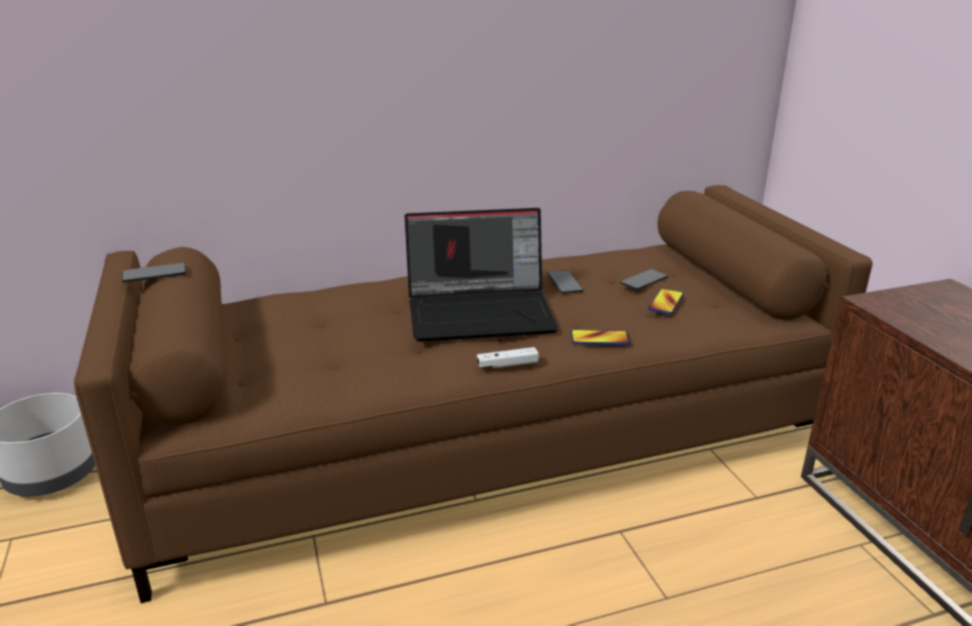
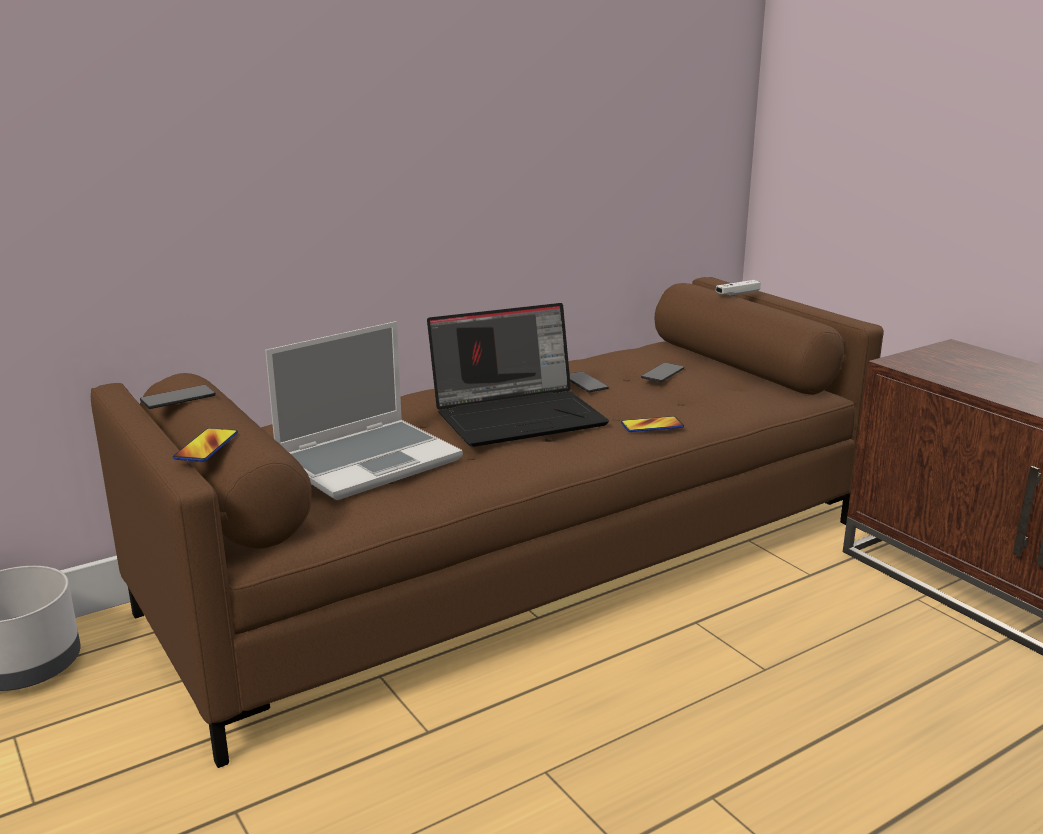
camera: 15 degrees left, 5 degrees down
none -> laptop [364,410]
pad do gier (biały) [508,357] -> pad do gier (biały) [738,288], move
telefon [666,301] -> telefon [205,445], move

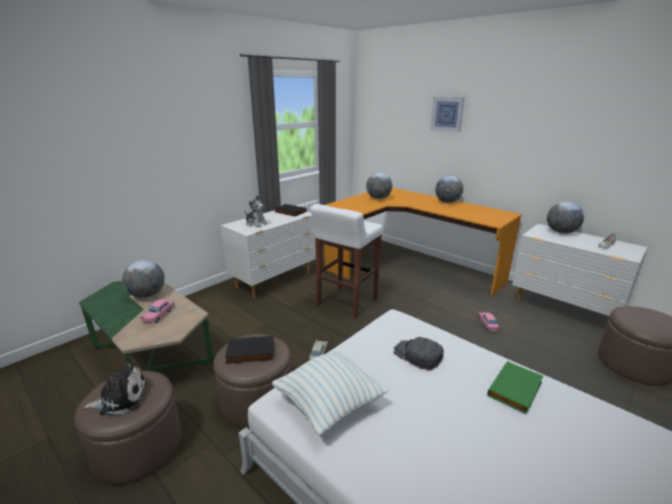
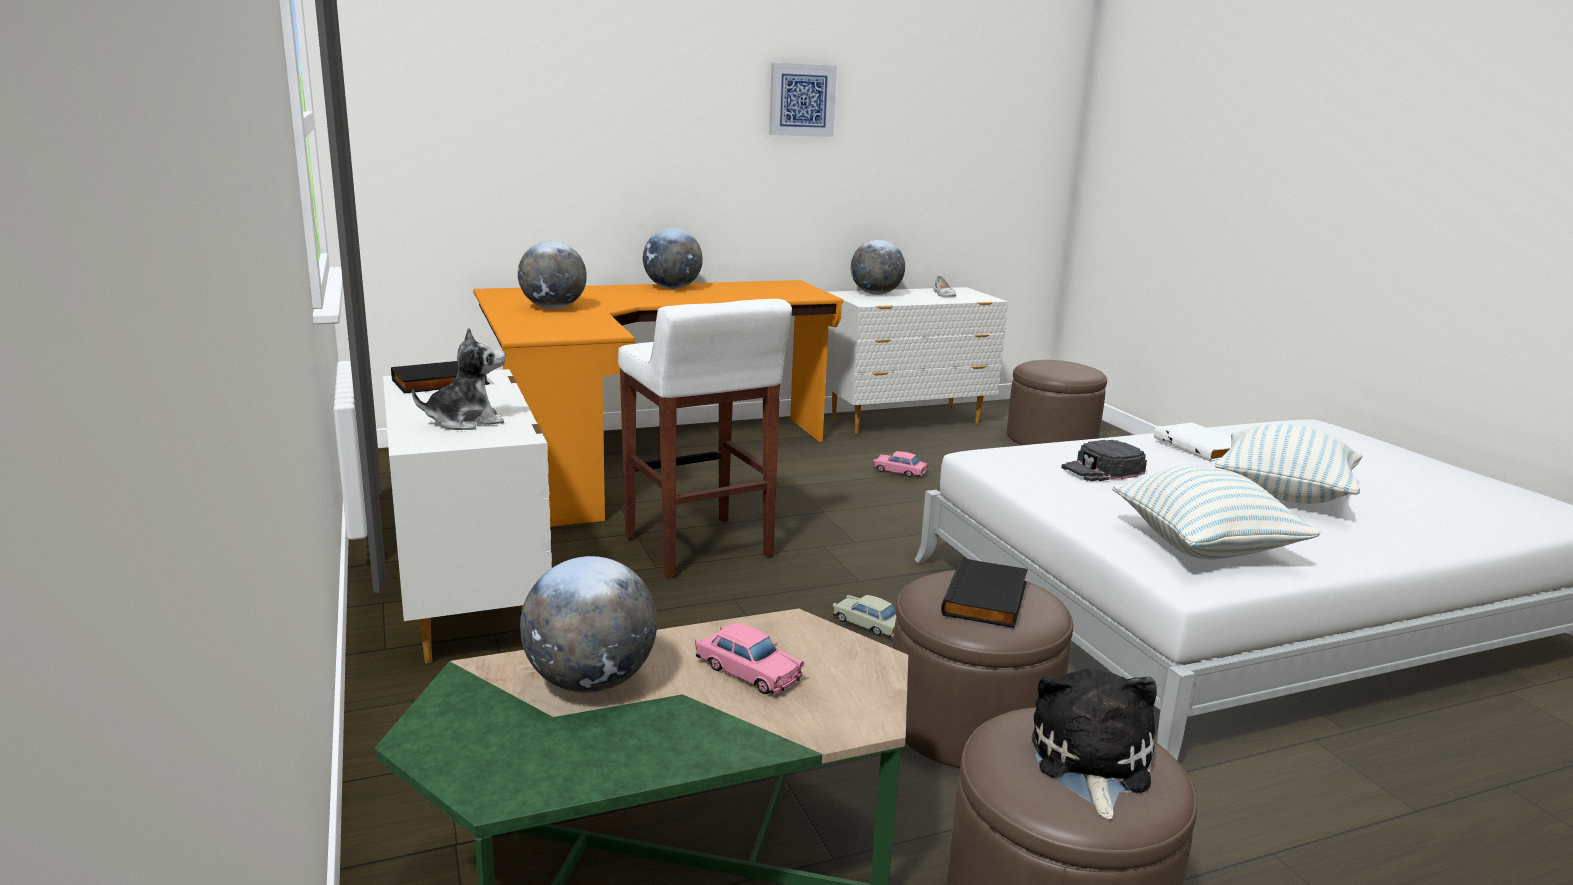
camera: 65 degrees left, 5 degrees down
none -> poduszka [1288,463]
obraz [447,114] -> obraz [803,100], move
książka (zielony) [515,387] -> książka (biały) [1192,442]

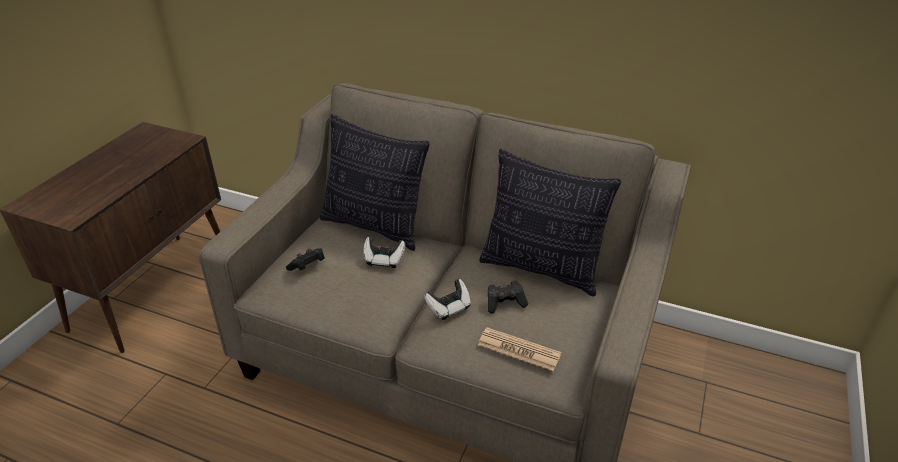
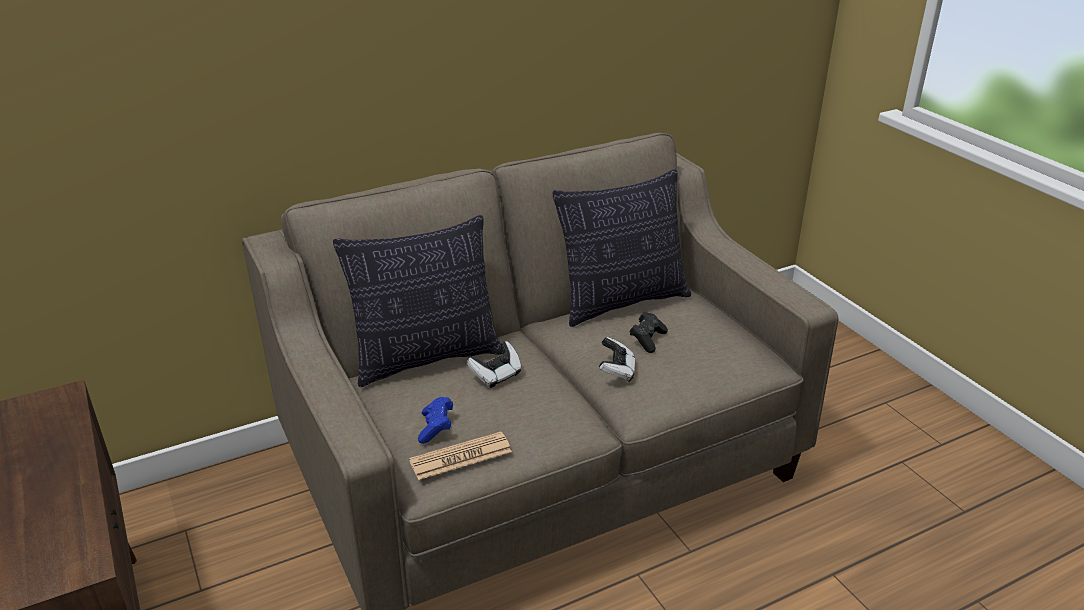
camera: 50 degrees left, 5 degrees down
gazeta [519,349] -> gazeta [460,456], move
pad do gier (czarny) [305,259] -> pad do gier (niebieski) [435,420]

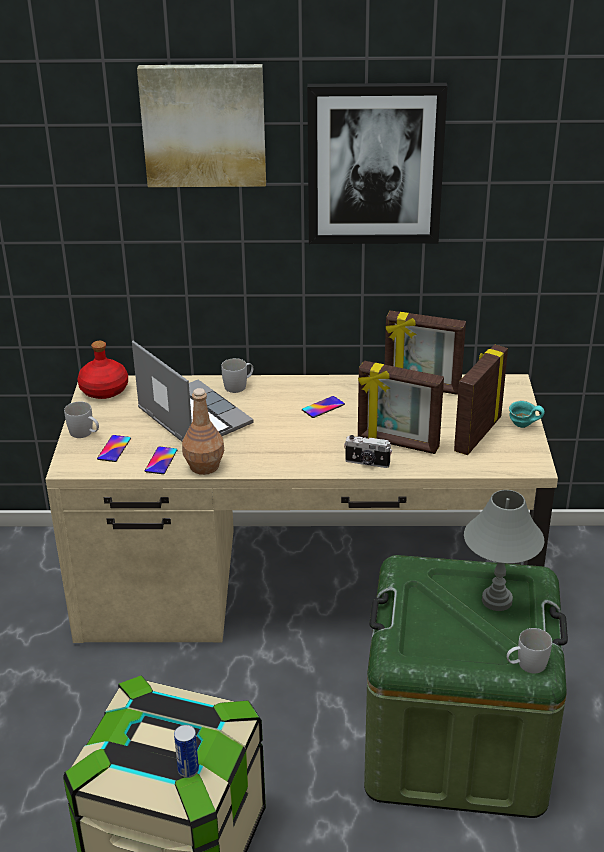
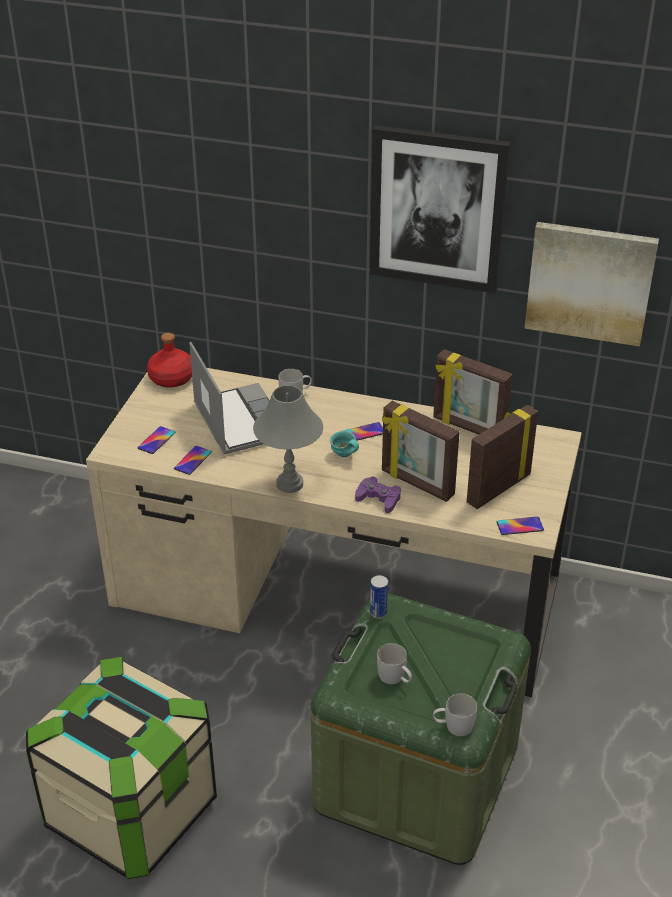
camera: 15 degrees right, 5 degrees up
butelka (brązowy) [203,431] -> none
none -> telefon [520,526]
kubek (biały) [81,420] -> kubek (biały) [394,663], move
obraz [201,125] -> obraz [591,284], move
puszka [186,751] -> puszka [379,597], move
lampa stołowa (szary) [504,550] -> lampa stołowa (szary) [288,439], move
kubek (turkusowy) [527,414] -> kubek (turkusowy) [344,444], move
aparat fotograficzny [368,451] -> pad do gier (fioletowy) [378,495]

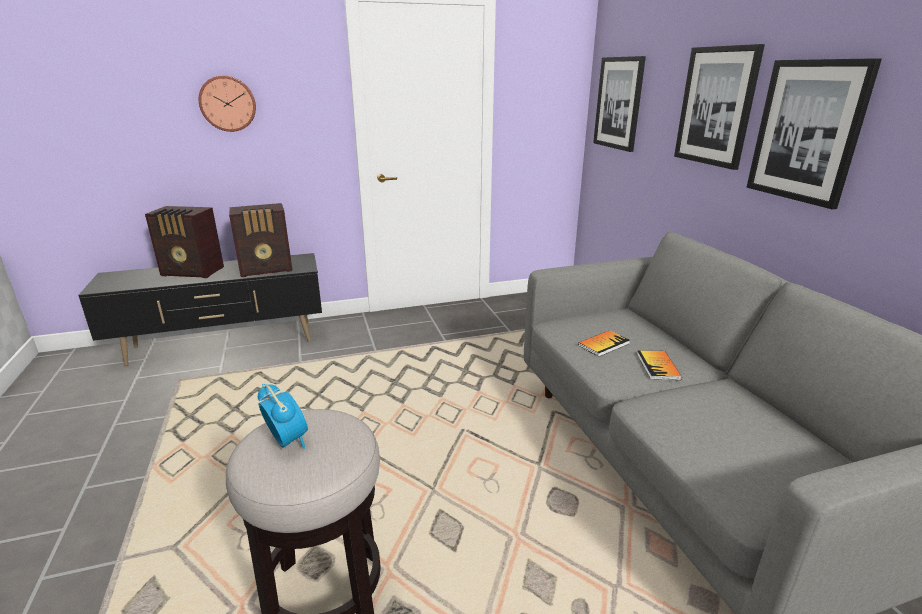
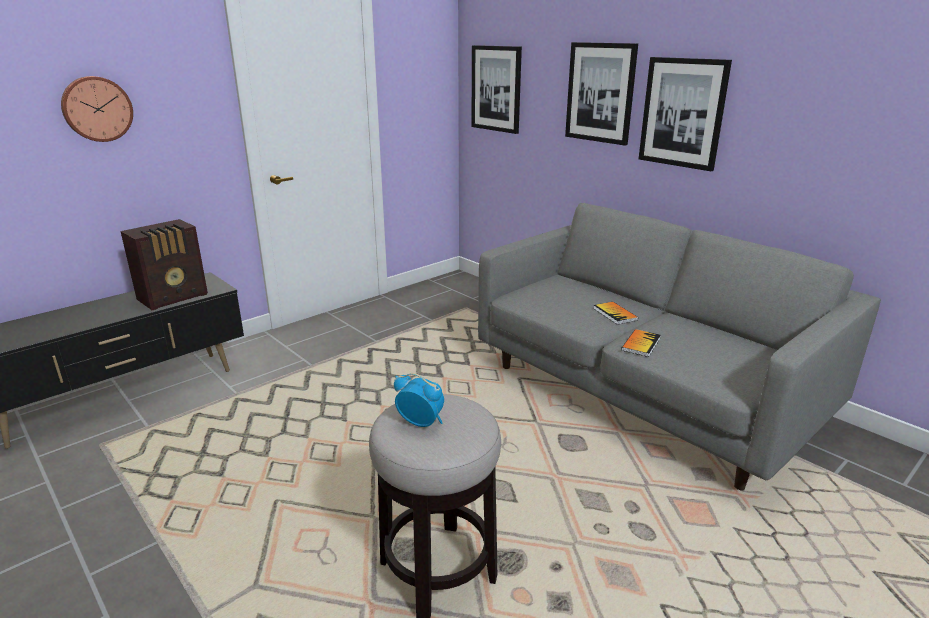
camera: 25 degrees left, 0 degrees up
radio [184,242] -> none
książka [604,343] -> książka [641,343], move

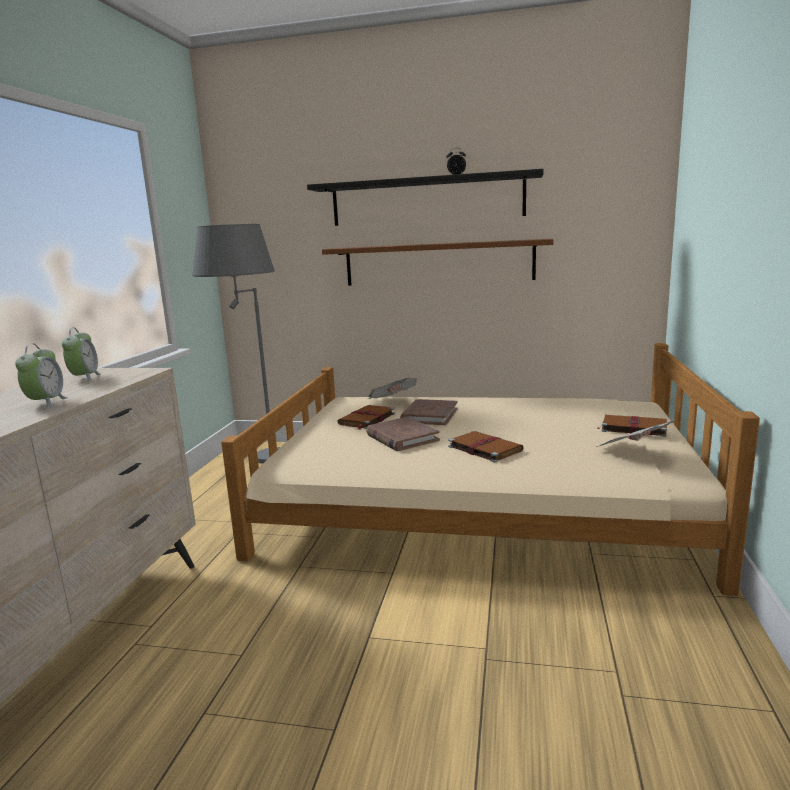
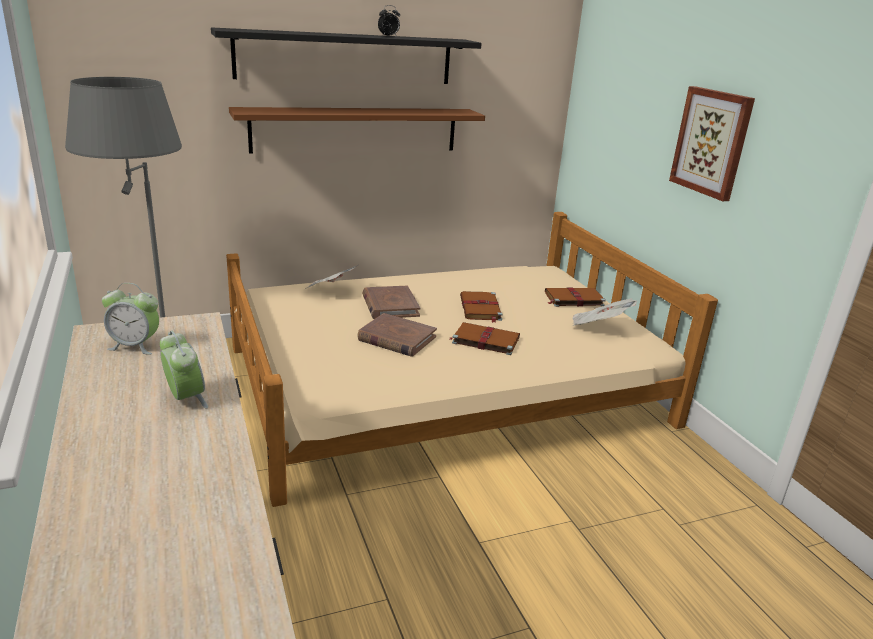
camera: 35 degrees left, 10 degrees up
none -> obraz [712,143]
książka (brązowy) [366,417] -> książka (brązowy) [481,307], move
budzik [81,354] -> budzik [130,319], 135 degrees clockwise

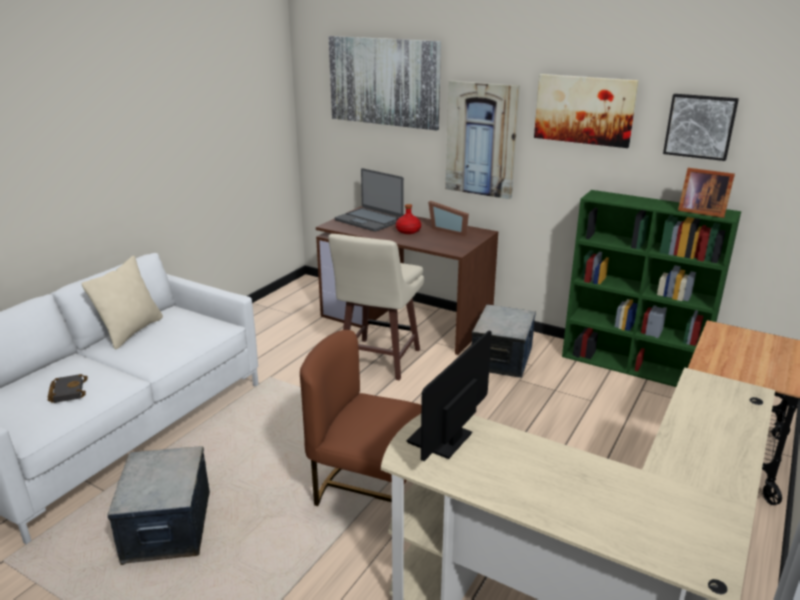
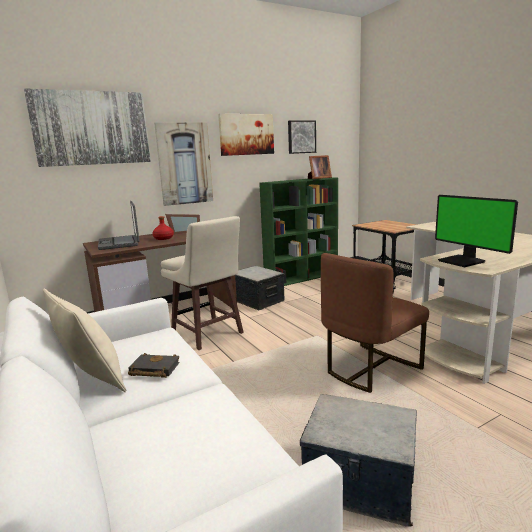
camera: 60 degrees left, 10 degrees down
książka (czarny) [68,388] -> książka (czarny) [154,365], move
laptop [369,200] -> laptop [118,225], 90 degrees clockwise

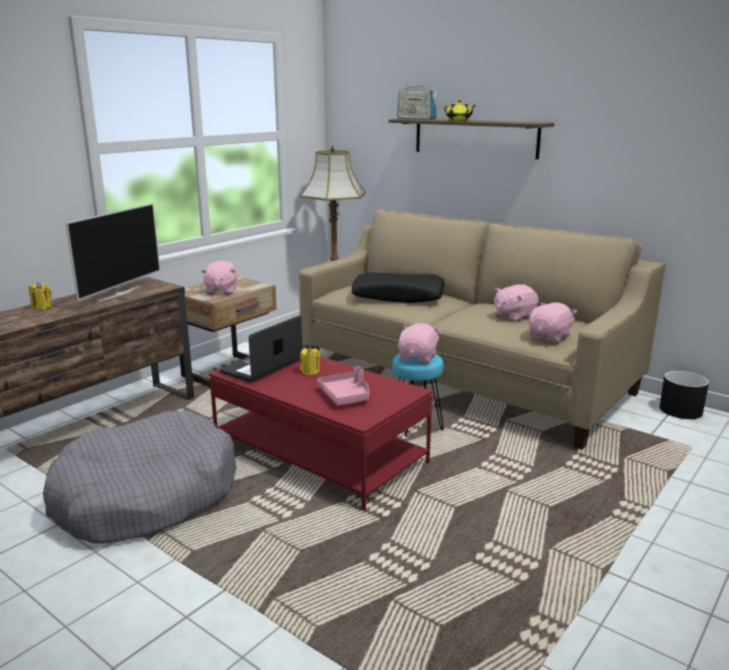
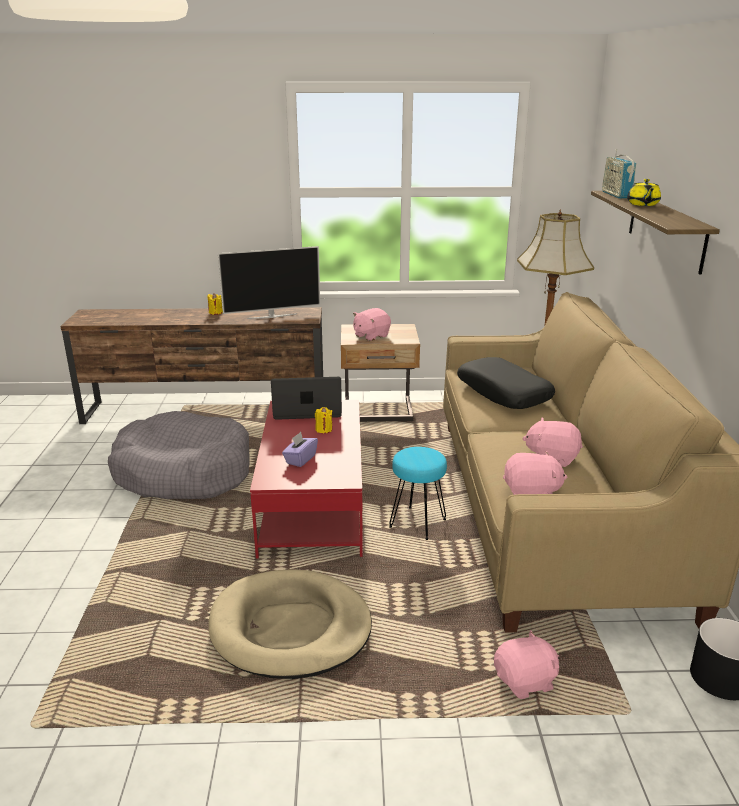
camera: 50 degrees right, 5 degrees up
none -> legowisko (beżowy) [290,624]
pluszak (różowy) [419,343] -> pluszak (różowy) [526,664], move
taca (różowy) [343,386] -> pudełko chusteczek (fioletowy) [300,449]

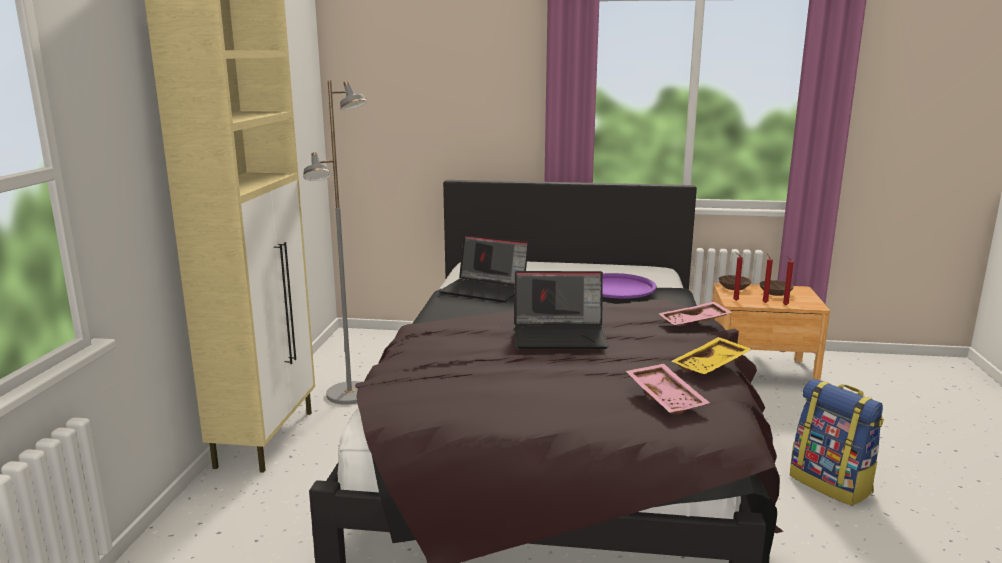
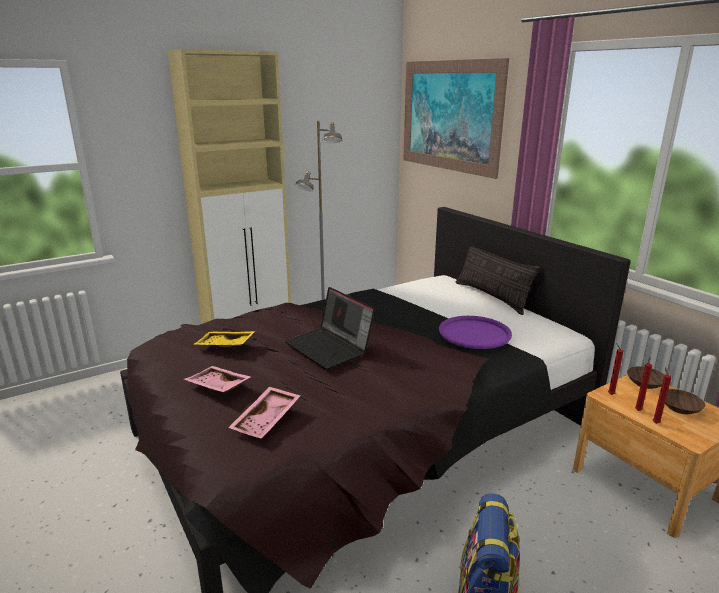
camera: 50 degrees right, 5 degrees up
laptop [484,268] -> none
none -> obraz [456,118]
none -> poduszka [498,281]
taca (różowy) [696,313] -> taca (różowy) [217,379], move
taca (żółty) [711,355] -> taca (żółty) [224,339], move

